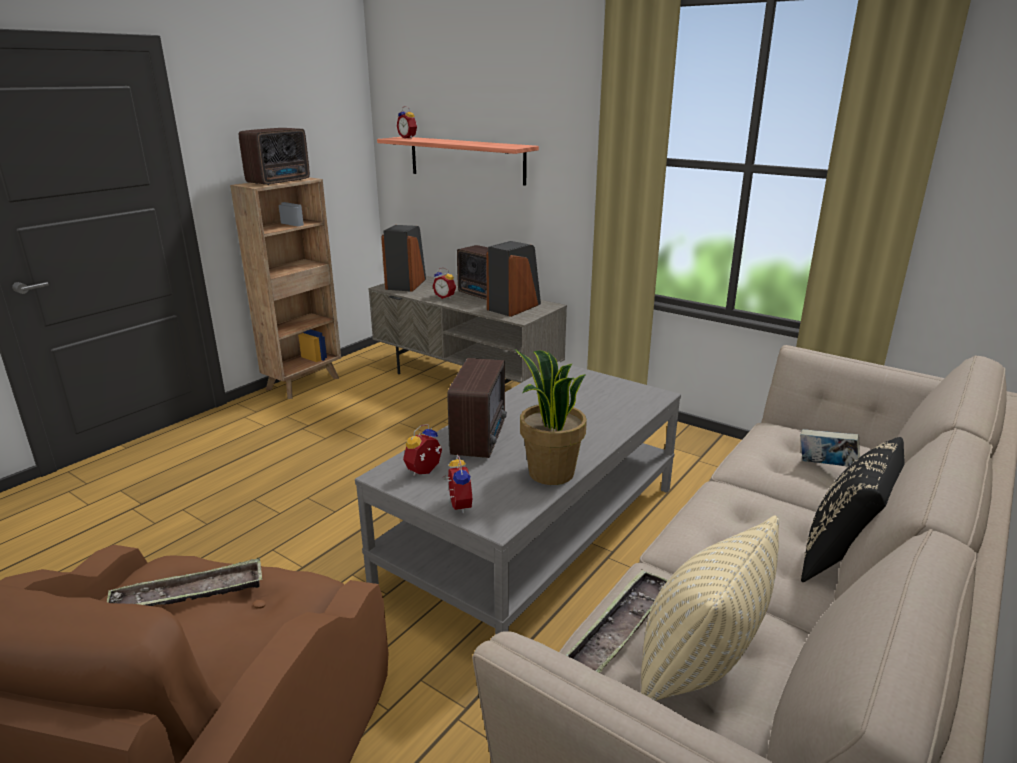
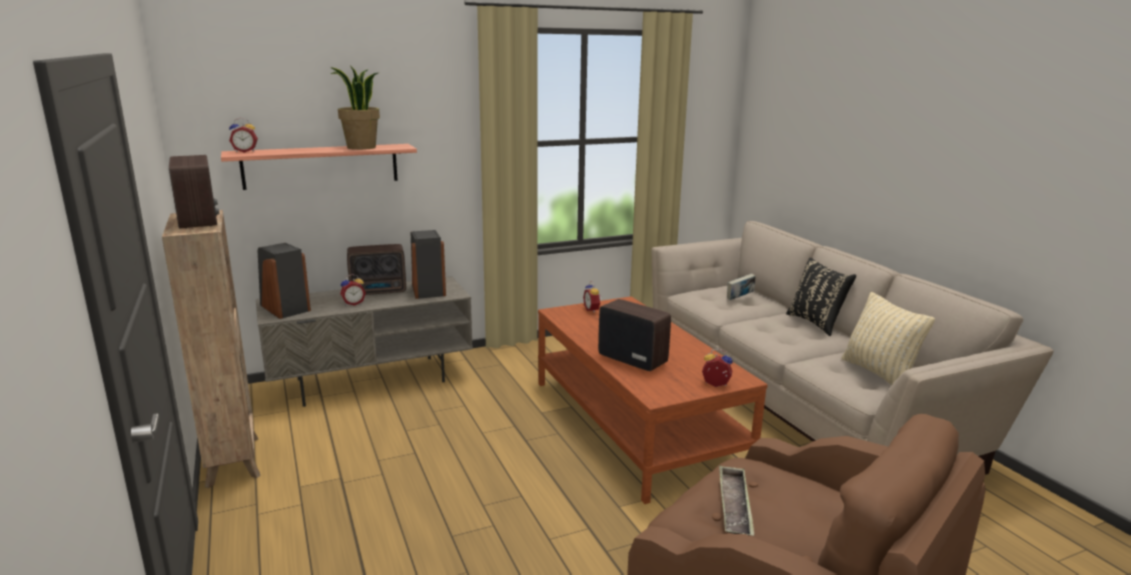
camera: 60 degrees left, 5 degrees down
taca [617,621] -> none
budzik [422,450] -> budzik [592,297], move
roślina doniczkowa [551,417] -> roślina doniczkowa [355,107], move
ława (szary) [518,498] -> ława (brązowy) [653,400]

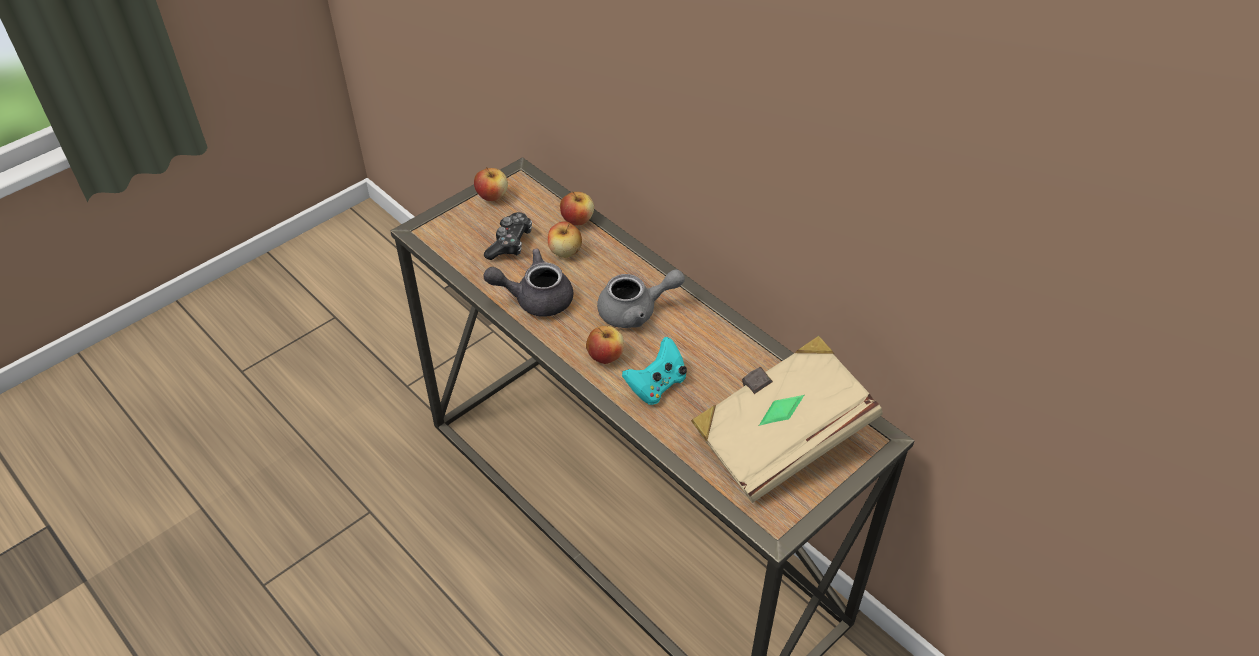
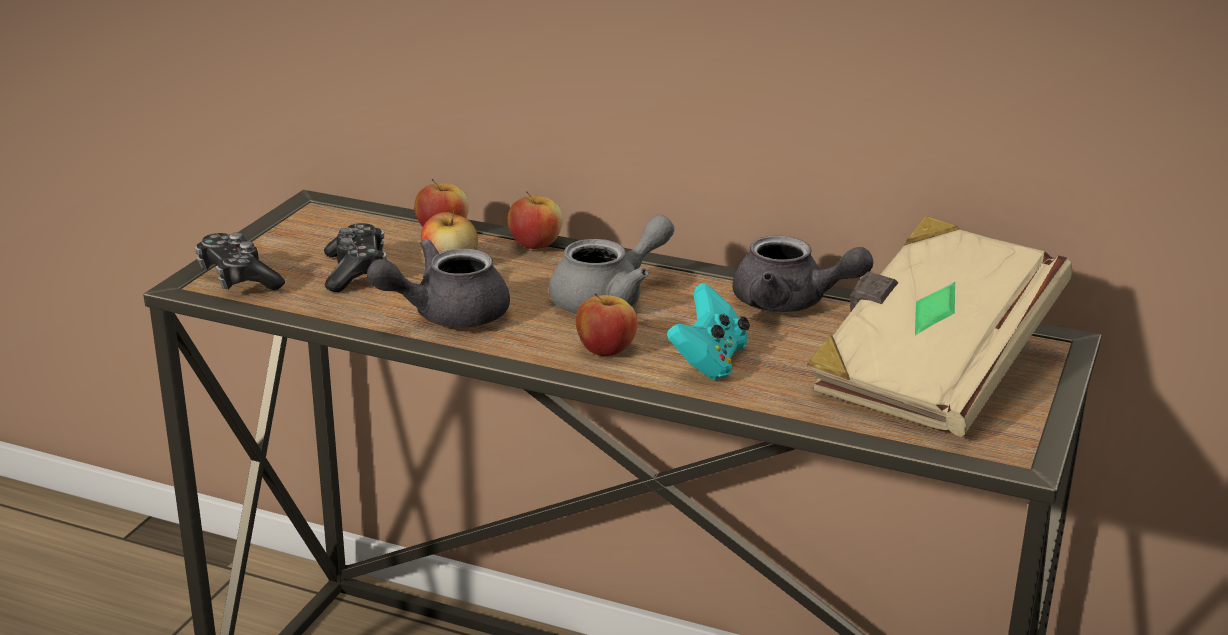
camera: 25 degrees left, 20 degrees down
none -> pad do gier [240,261]
none -> imbryk (szary) [802,273]
jabłko [491,184] -> jabłko [534,220], move

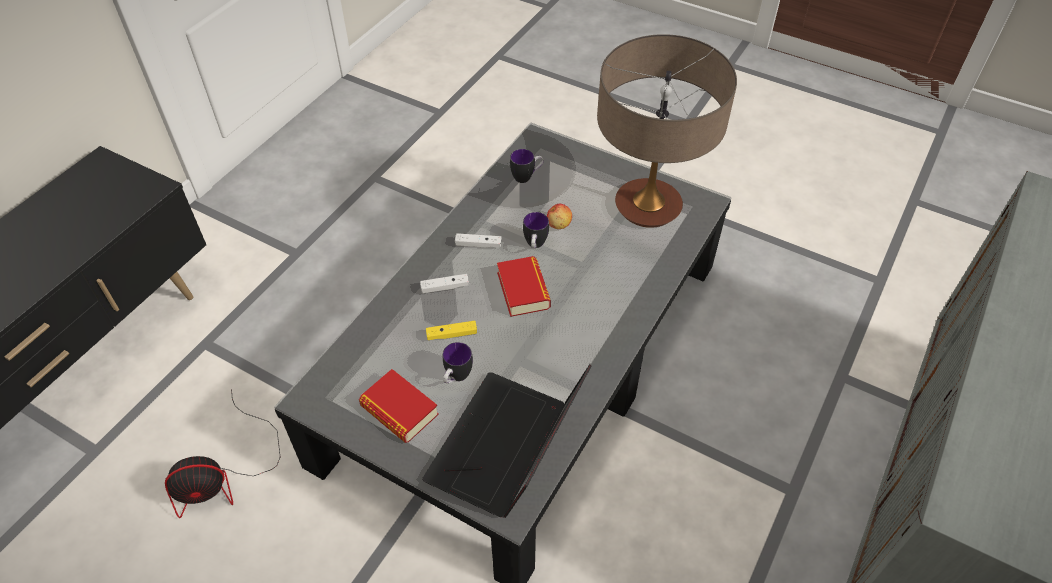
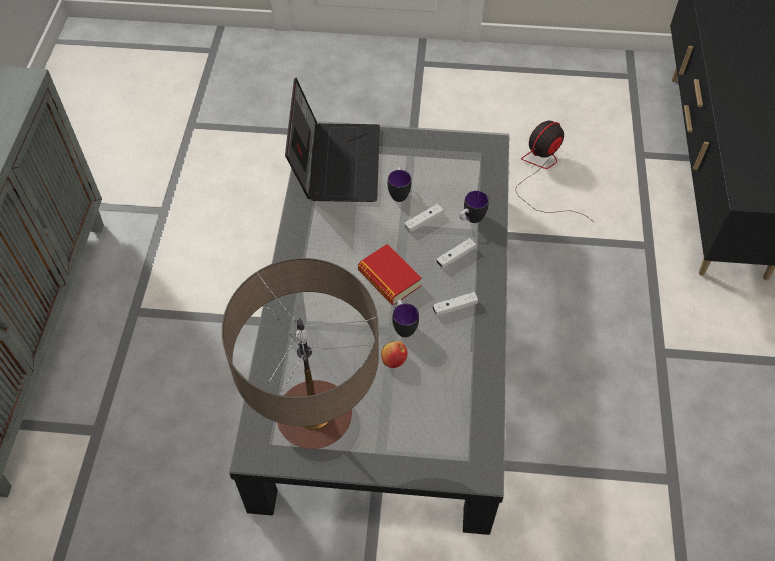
camera: 155 degrees right, 5 degrees up
książka [399,406] -> none
kubek [527,166] -> kubek [474,207], move
pad do gier (żółty) [451,330] -> pad do gier (biały) [423,218]

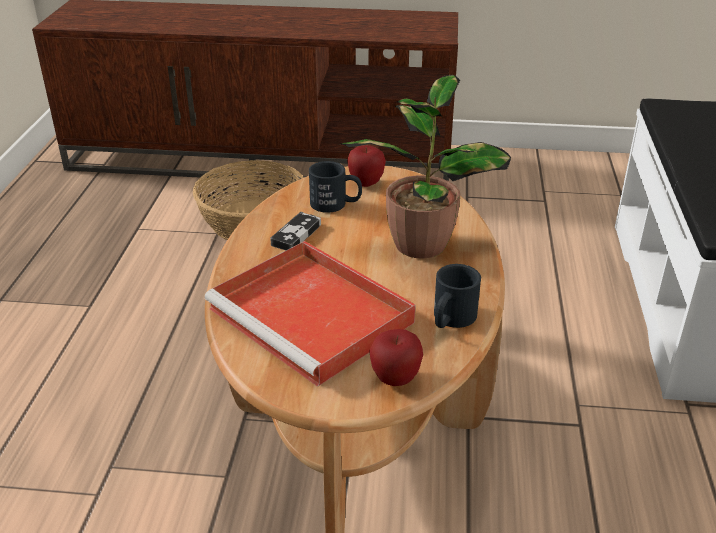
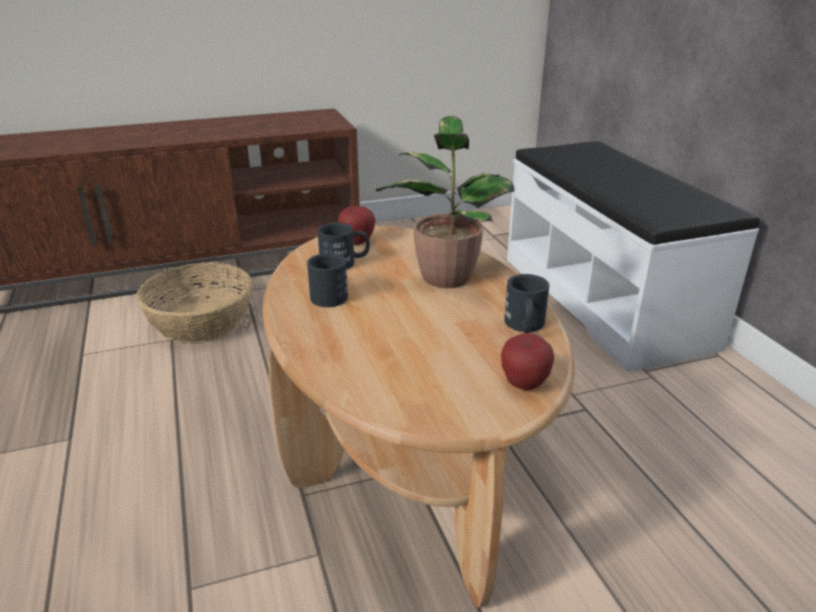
camera: 25 degrees left, 5 degrees down
taca (czerwony) [310,314] -> none
pad do gier [295,231] -> kubek (czarny) [327,280]

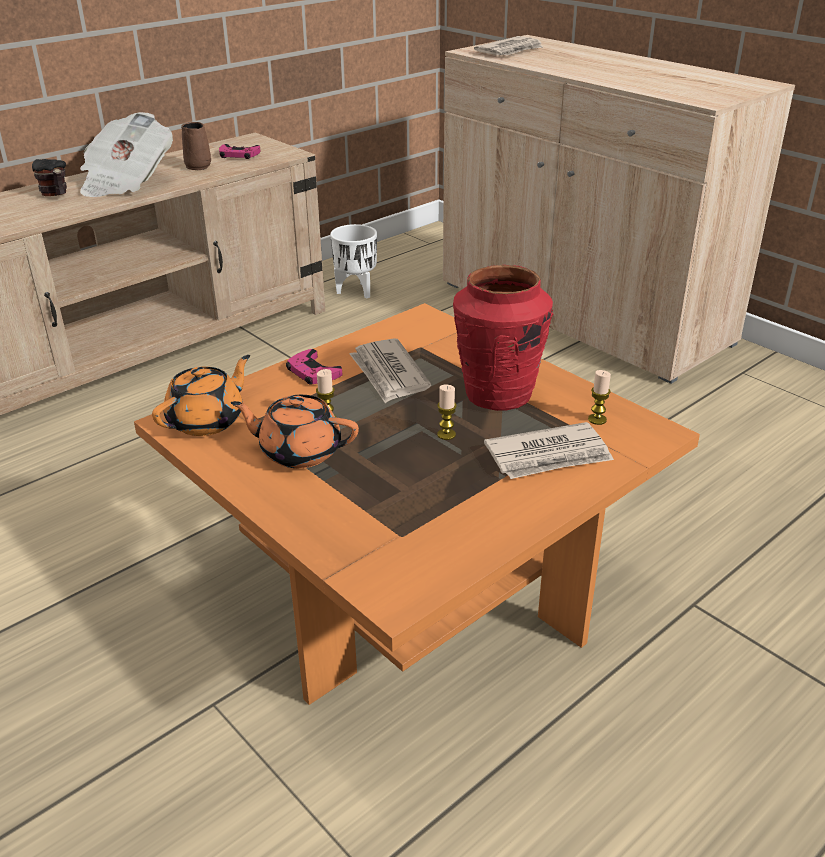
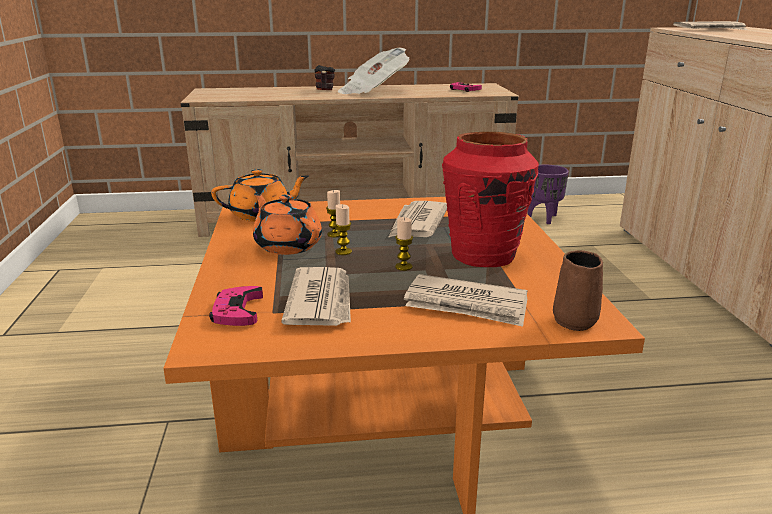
camera: 35 degrees right, 10 degrees down
none -> gazeta [316,296]
kubek (brązowy) [196,146] -> kubek (brązowy) [578,290], move
pad do gier (różowy) [314,367] -> pad do gier (różowy) [236,306], move
świeca [599,397] -> świeca [343,229], move
donica (biały) [353,261] -> donica (fioletowy) [548,194]

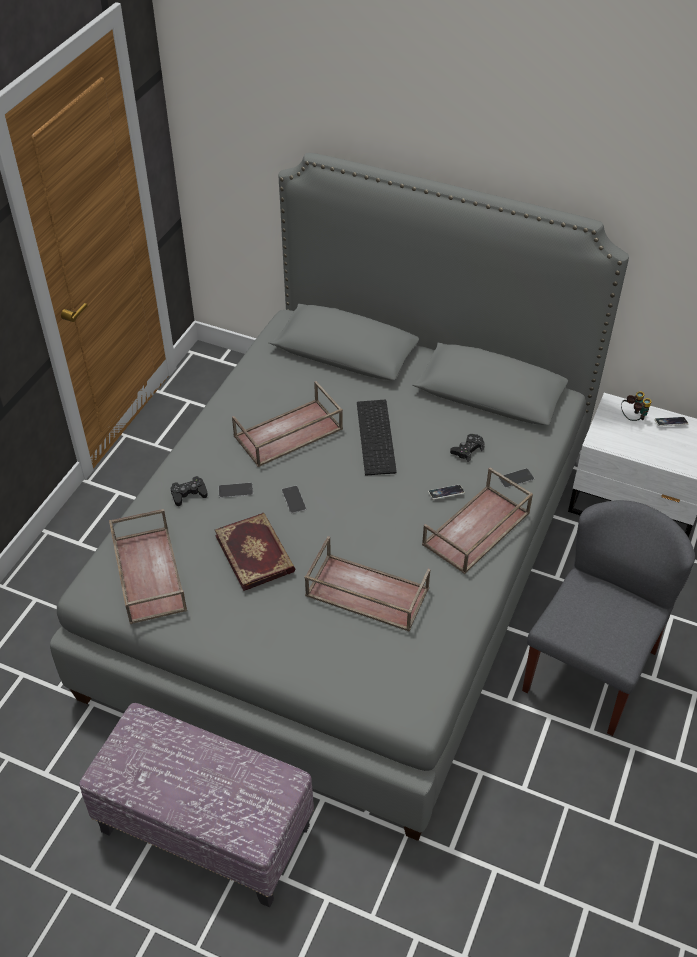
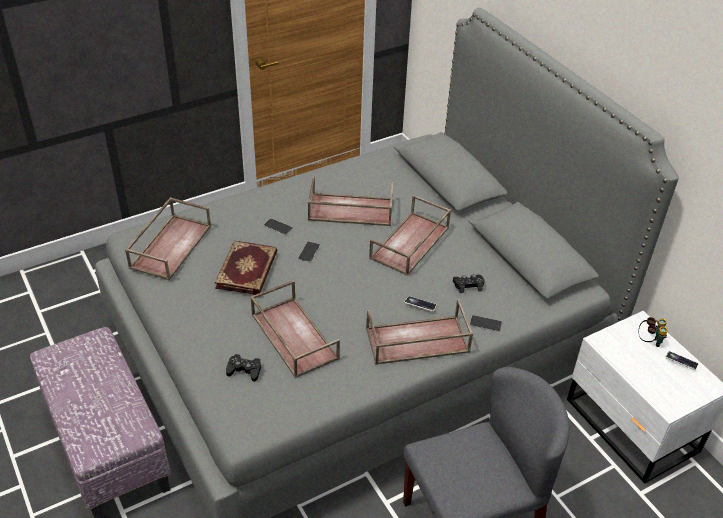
camera: 35 degrees right, 5 degrees down
pad do gier (czarny) [189,491] -> pad do gier (czarny) [243,368], move
klawiatura [377,438] -> taca (brązowy) [410,235]

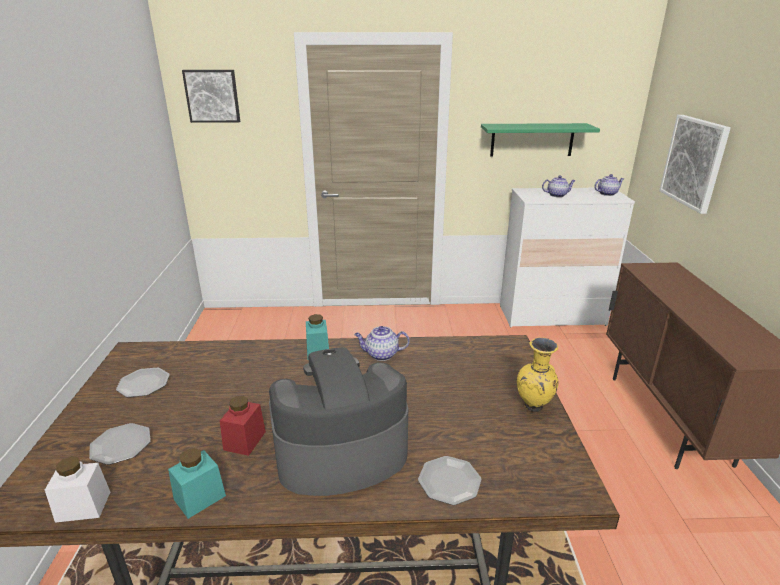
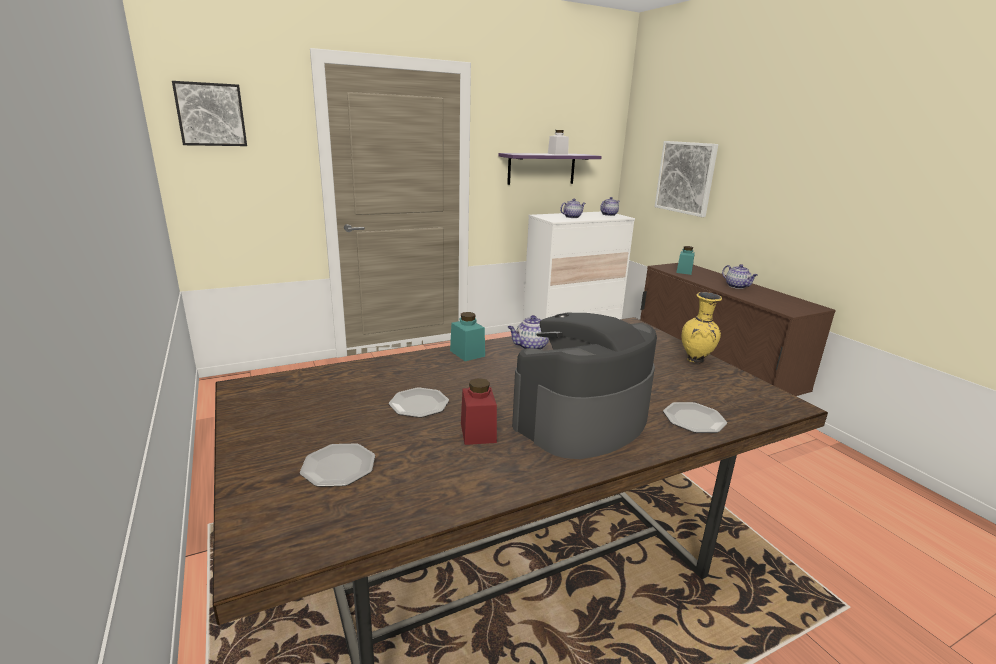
camera: 25 degrees left, 5 degrees down
none -> imbryk [740,276]
słoik (biały) [77,489] -> słoik (biały) [558,142], move
talerz [143,382] -> talerz [419,403], move
słoik (turkusowy) [197,483] -> słoik (turkusowy) [685,260], move
półka (zielony) [540,139] -> półka (fioletowy) [550,169]

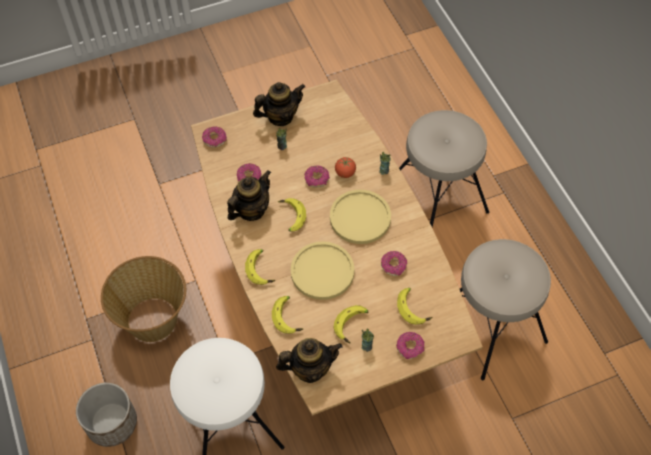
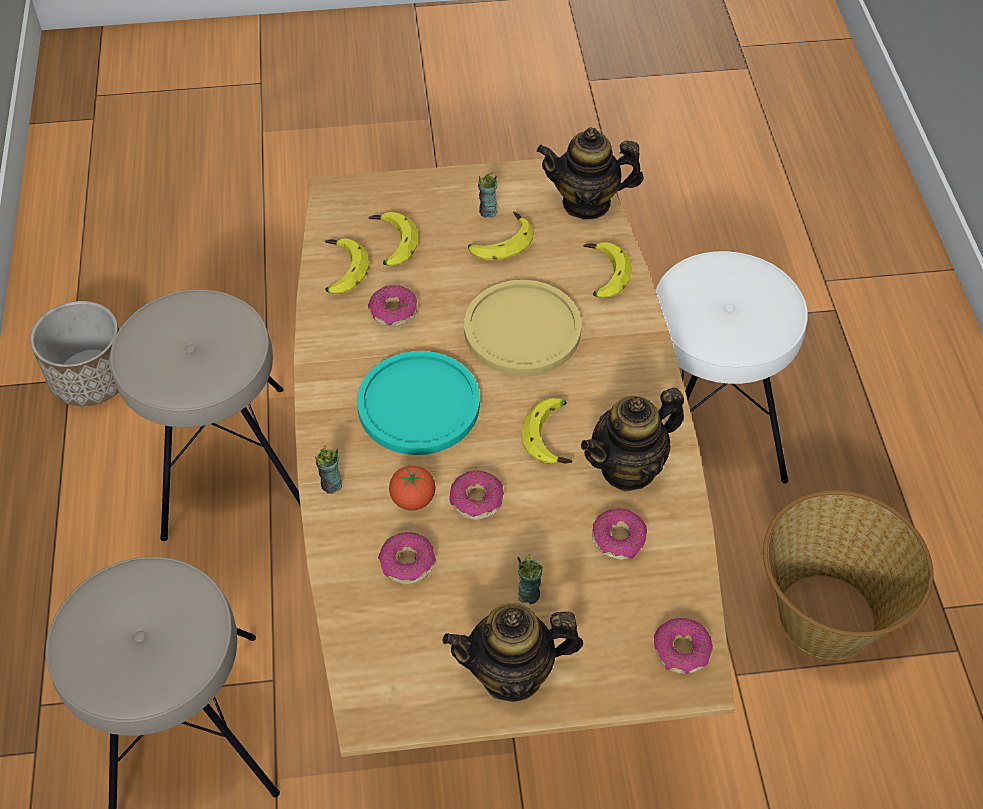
camera: 165 degrees left, 5 degrees down
donica [106,415] -> donica [74,353], move
banan [260,267] -> banan [347,266], move
donut [410,345] -> donut [407,558], move
talerz (żółty) [360,217] -> talerz (turkusowy) [418,403]

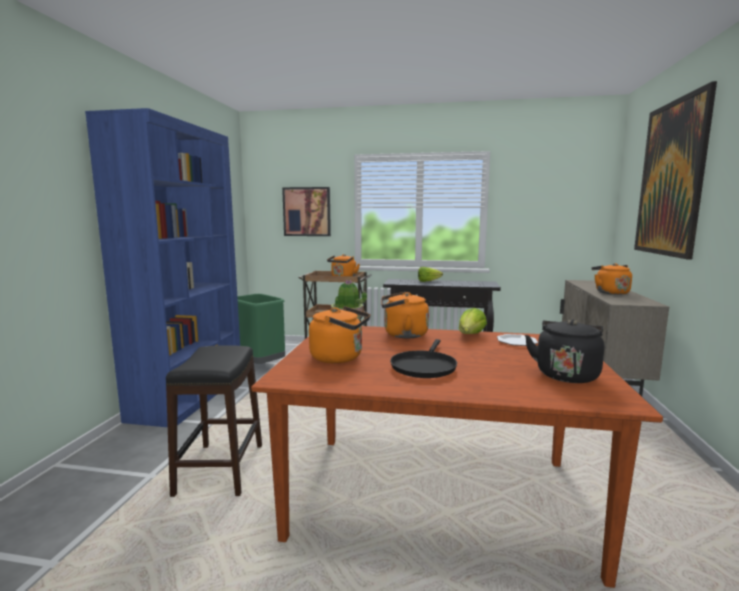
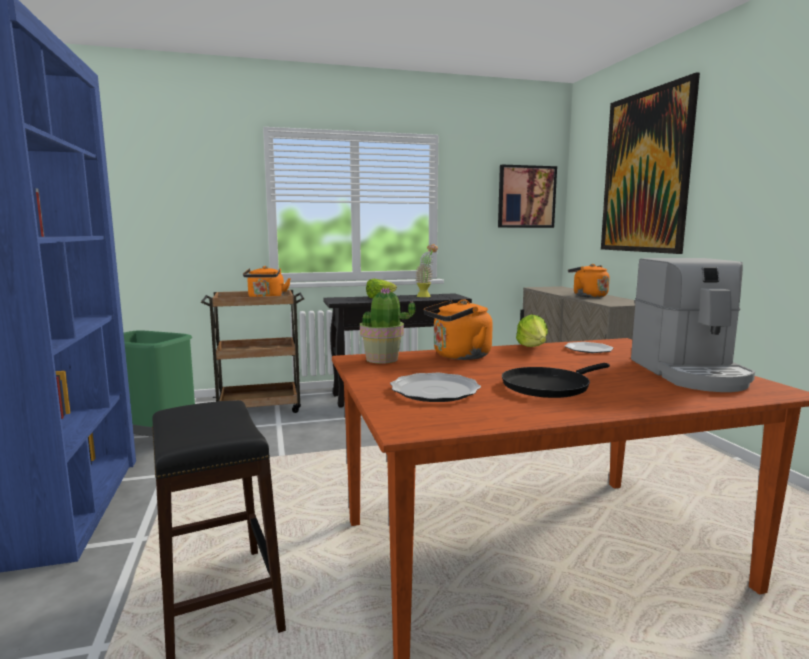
camera: 25 degrees left, 0 degrees up
none -> roślina doniczkowa [426,270]
obraz [306,211] -> obraz [527,196], move
czajnik (pomarańczowy) [339,335] -> talerz [435,387]
czajnik (czarny) [565,351] -> ekspres do kawy [693,325]
patelnia (czarny) [423,358] -> patelnia (czarny) [556,380], 60 degrees clockwise

